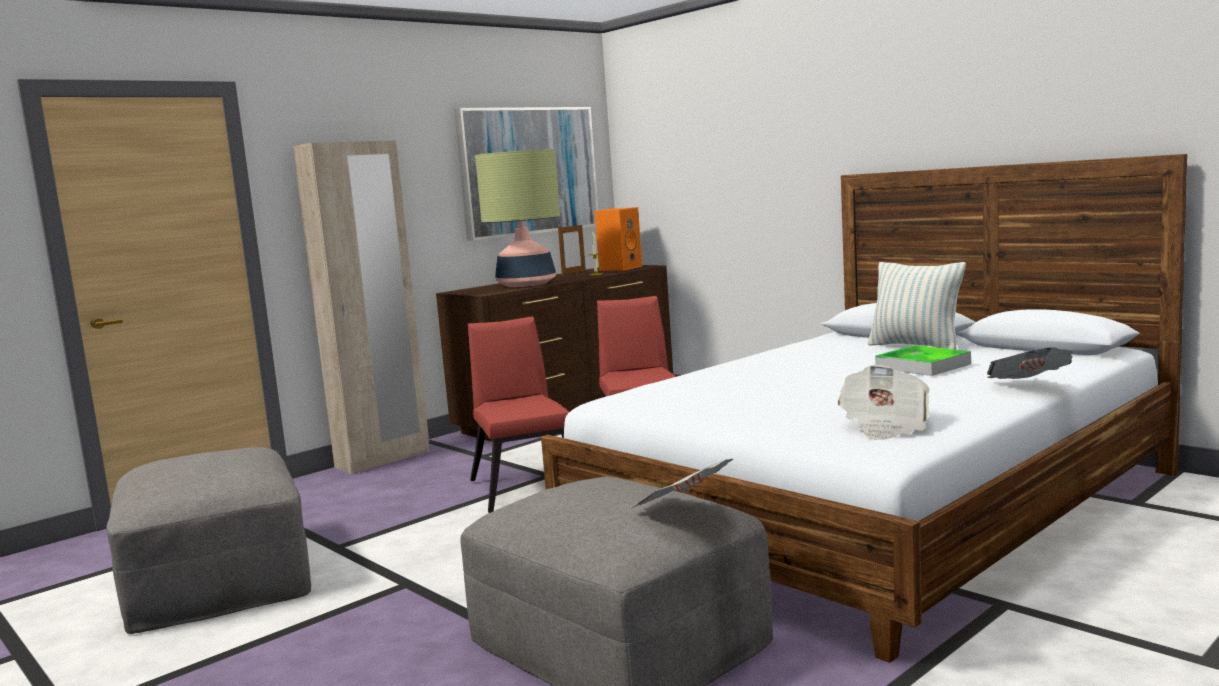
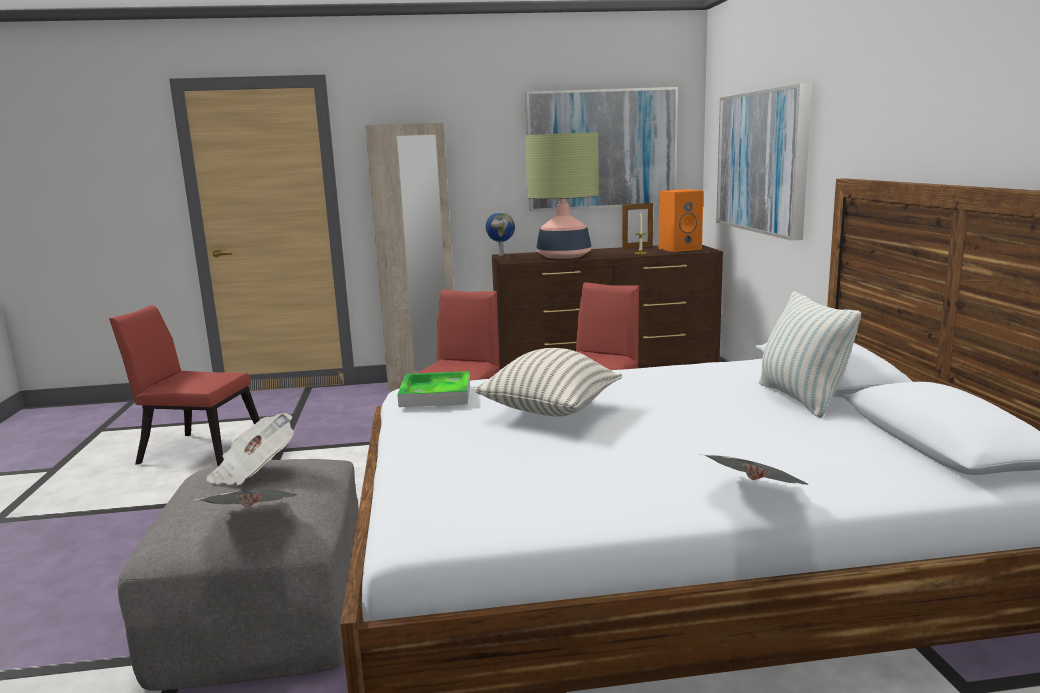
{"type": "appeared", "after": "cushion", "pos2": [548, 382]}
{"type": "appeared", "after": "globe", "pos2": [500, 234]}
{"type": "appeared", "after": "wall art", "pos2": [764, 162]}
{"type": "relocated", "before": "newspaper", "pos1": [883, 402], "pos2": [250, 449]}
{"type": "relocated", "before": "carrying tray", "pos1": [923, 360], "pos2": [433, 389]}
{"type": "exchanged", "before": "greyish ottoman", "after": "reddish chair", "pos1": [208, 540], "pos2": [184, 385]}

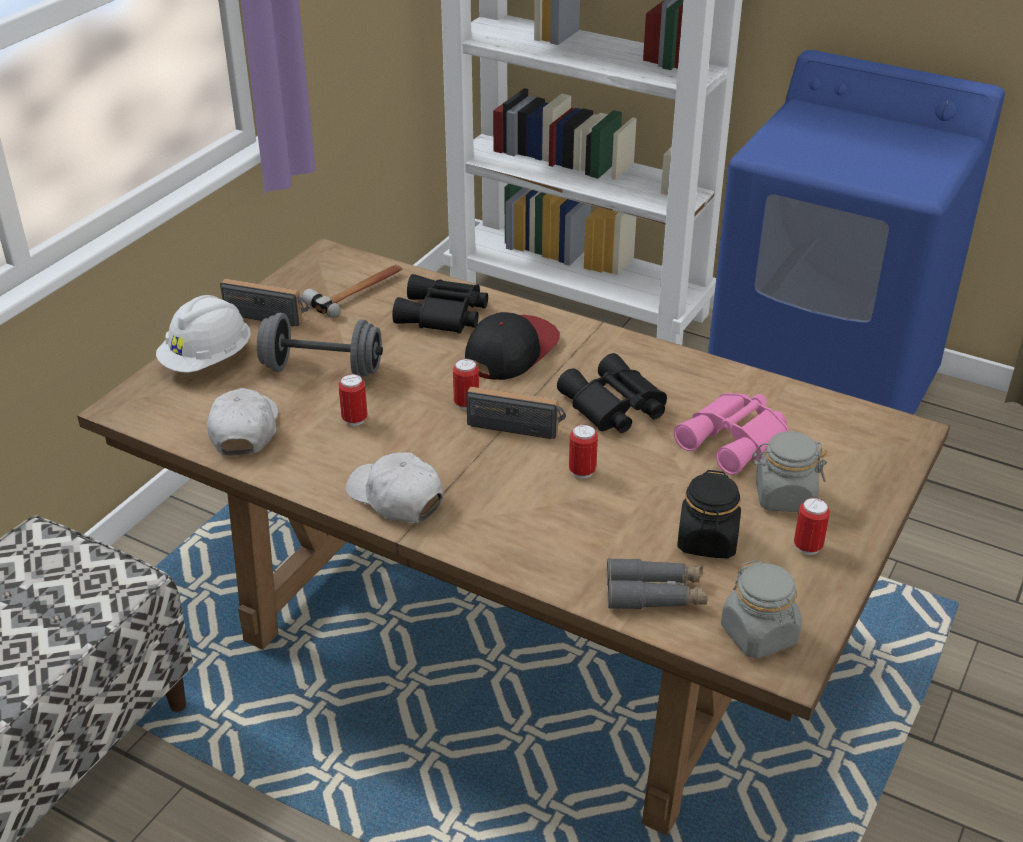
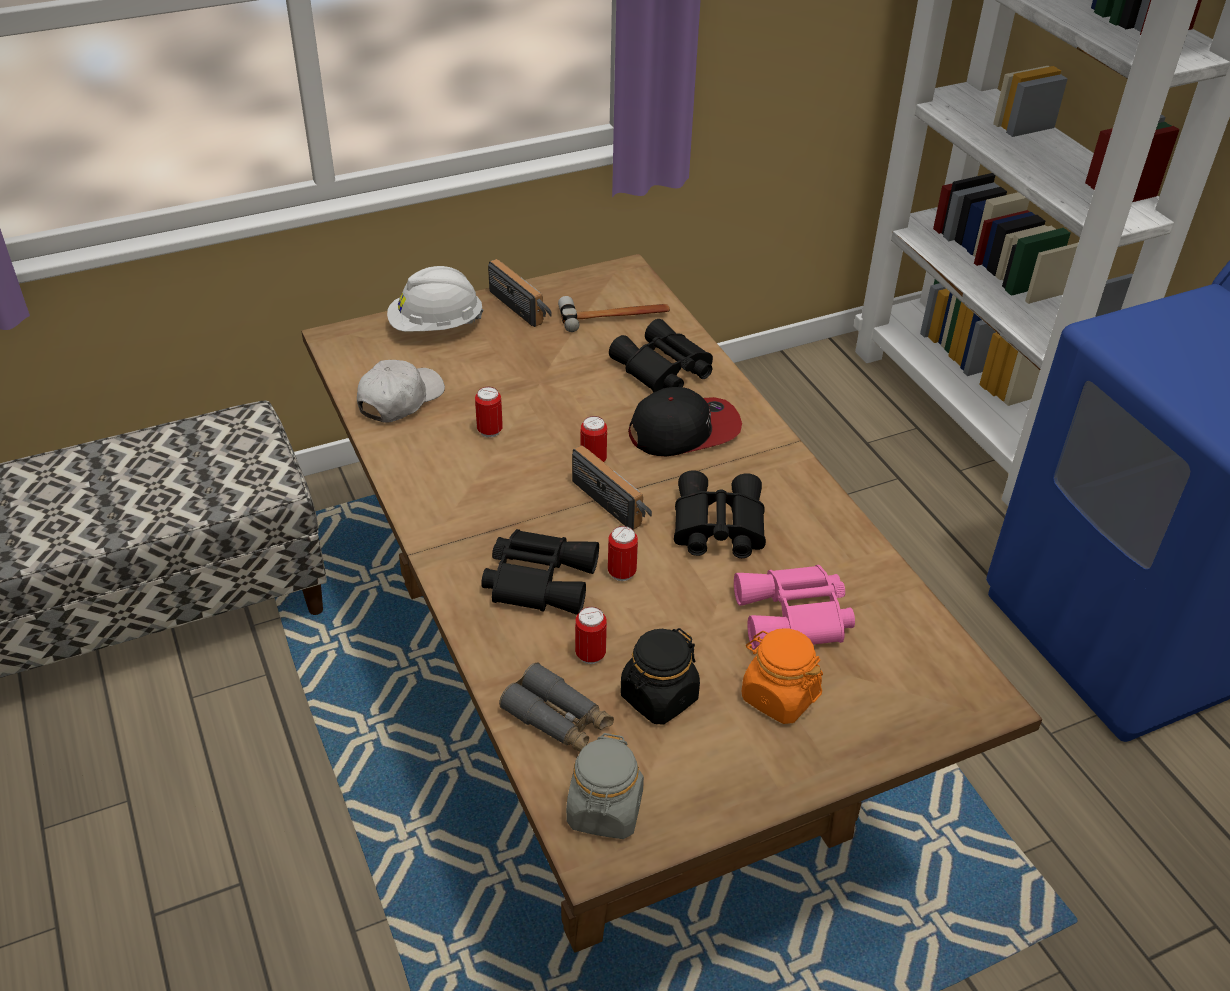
{"type": "missing", "before": "greyish dumbbell", "pos1": [320, 345]}
{"type": "missing", "before": "whitish baseball cap", "pos1": [394, 488]}
{"type": "appeared", "after": "black-coloured pair of binoculars", "pos2": [540, 572]}
{"type": "relocated", "before": "can", "pos1": [812, 526], "pos2": [591, 635]}
{"type": "colour", "before": "greyish jar", "after": "orange-coloured jar", "pos1": [789, 471], "pos2": [782, 676]}

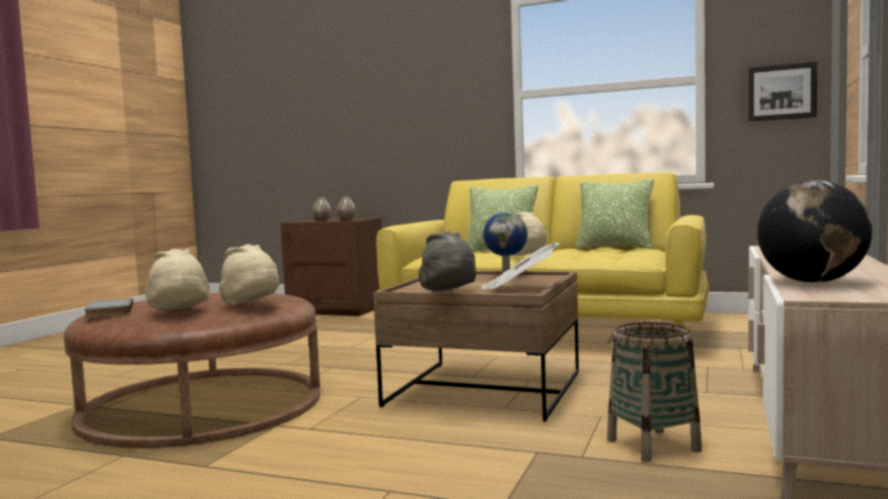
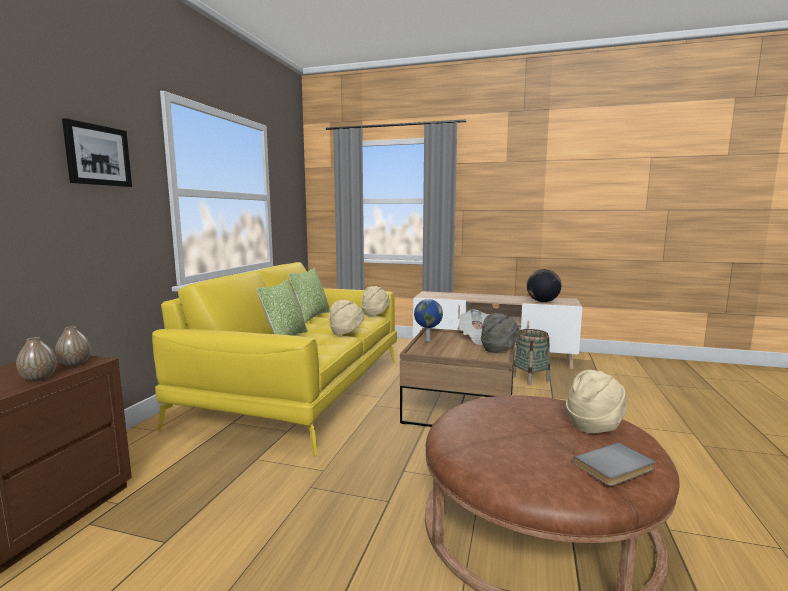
{"type": "relocated", "before": "beige-coloured hat", "pos1": [249, 274], "pos2": [376, 301]}
{"type": "relocated", "before": "wall art", "pos1": [782, 92], "pos2": [97, 152]}

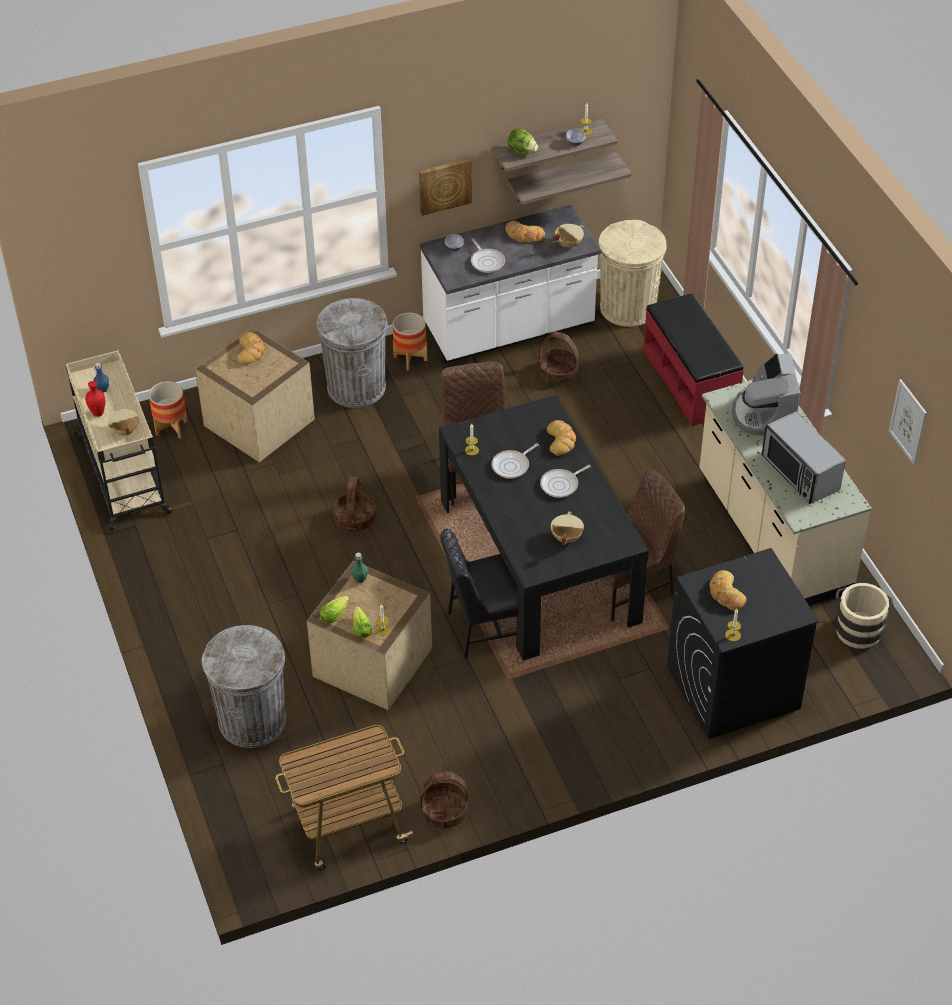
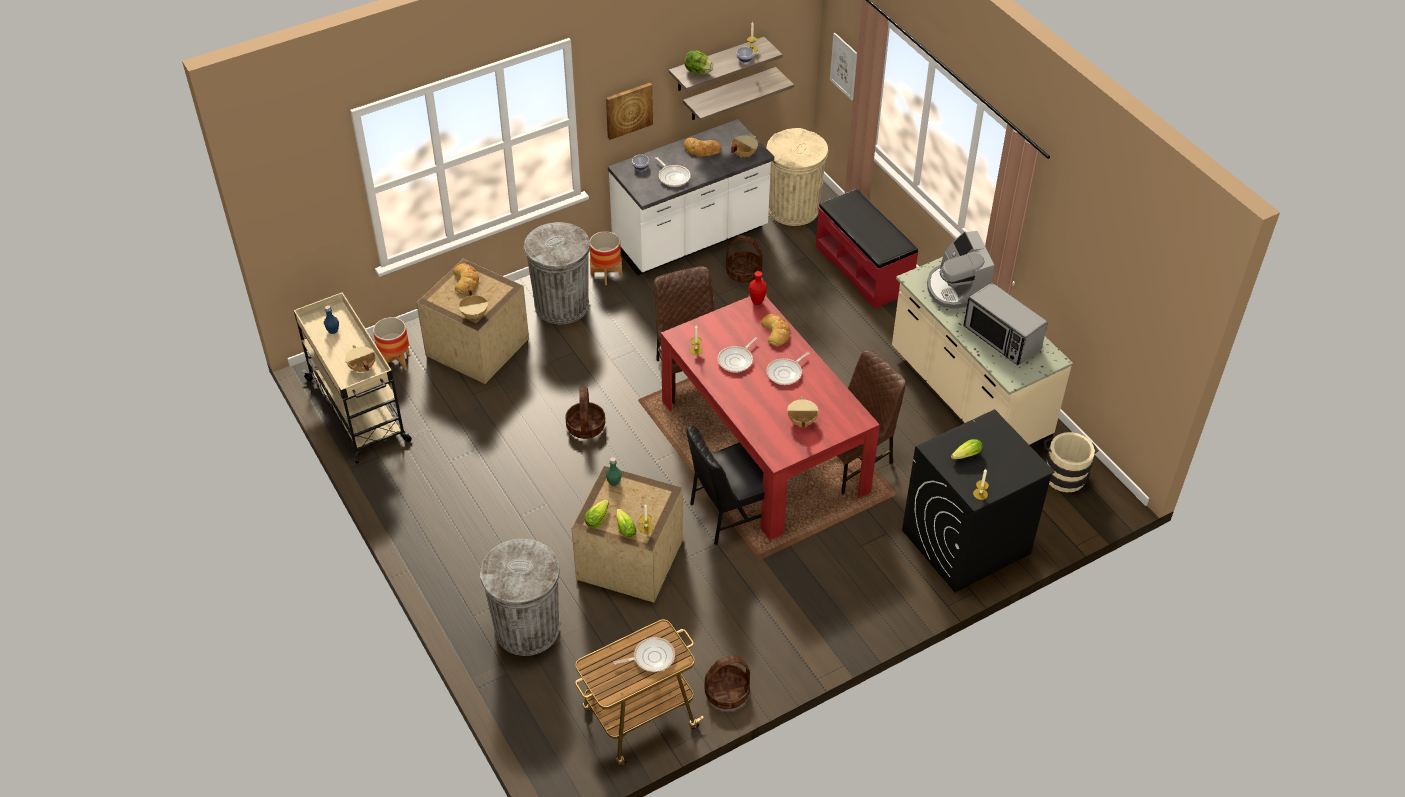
{"type": "appeared", "after": "beige-coloured saucepot", "pos2": [473, 303]}
{"type": "appeared", "after": "skillet", "pos2": [644, 654]}
{"type": "relocated", "before": "reddish decorative vase", "pos1": [95, 399], "pos2": [758, 288]}
{"type": "relocated", "before": "wall art", "pos1": [908, 422], "pos2": [843, 67]}
{"type": "exchanged", "before": "baked bread", "after": "lettuce head", "pos1": [727, 590], "pos2": [967, 449]}
{"type": "colour", "before": "black-coloured kitchen table", "after": "reddish kitchen table", "pos1": [544, 527], "pos2": [770, 417]}

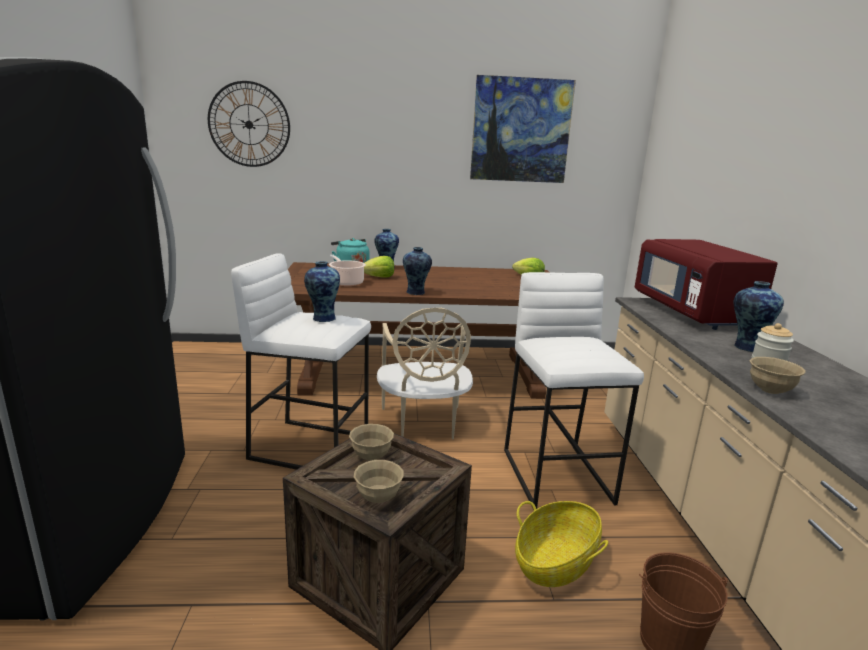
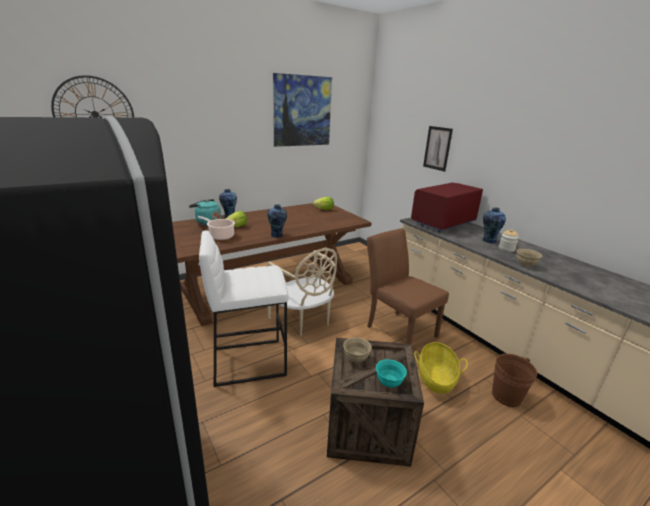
{"type": "missing", "before": "decorative vase", "pos1": [322, 291]}
{"type": "appeared", "after": "wall art", "pos2": [438, 149]}
{"type": "exchanged", "before": "whitish stool seat", "after": "brown-coloured chair", "pos1": [574, 391], "pos2": [408, 286]}
{"type": "colour", "before": "beige-coloured bowl", "after": "turquoise bowl", "pos1": [379, 481], "pos2": [391, 373]}
{"type": "spun", "before": "reddish microwave", "pos1": [706, 284], "pos2": [447, 208], "turn": 90}

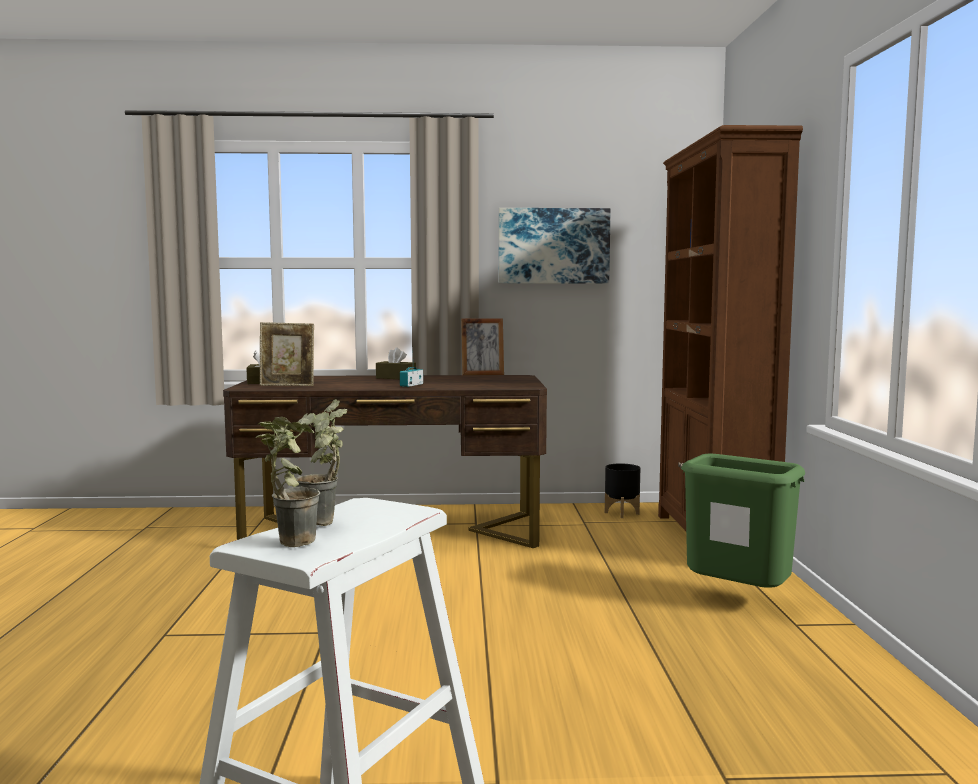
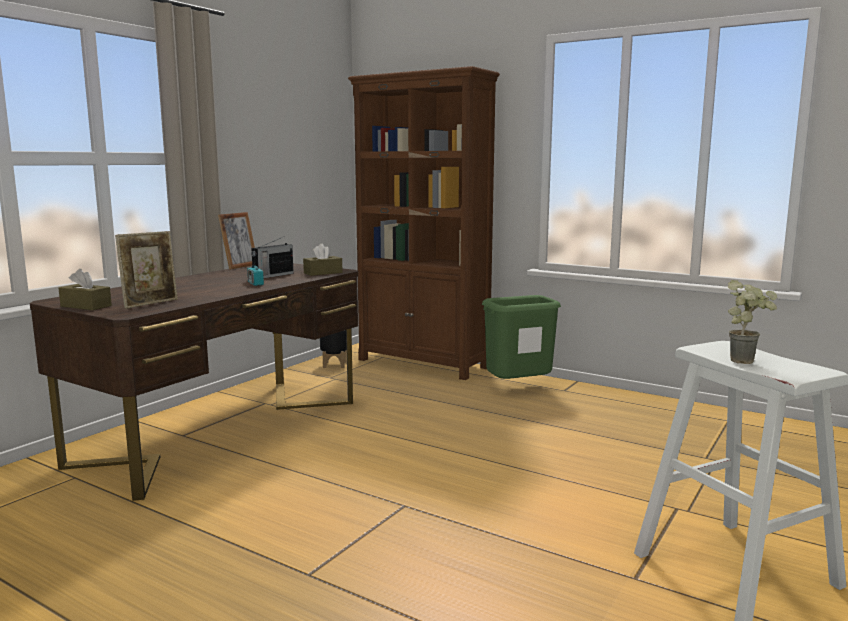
{"type": "missing", "before": "potted plant", "pos1": [288, 481]}
{"type": "missing", "before": "wall art", "pos1": [555, 245]}
{"type": "appeared", "after": "radio set", "pos2": [272, 257]}
{"type": "relocated", "before": "brown-coloured tissue holder", "pos1": [396, 363], "pos2": [323, 260]}

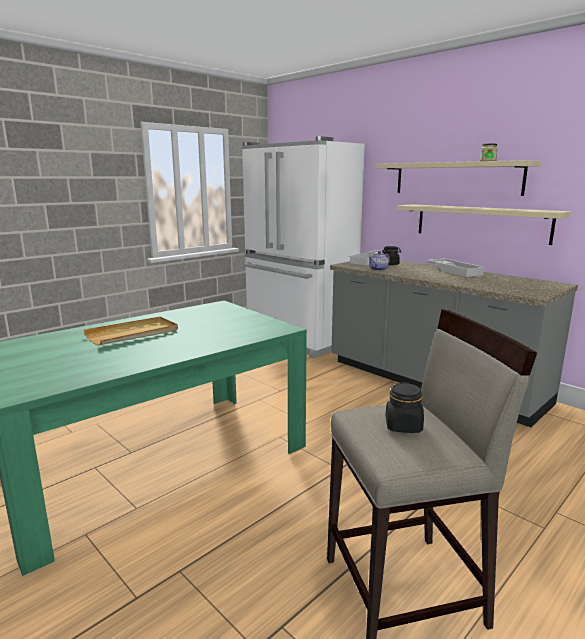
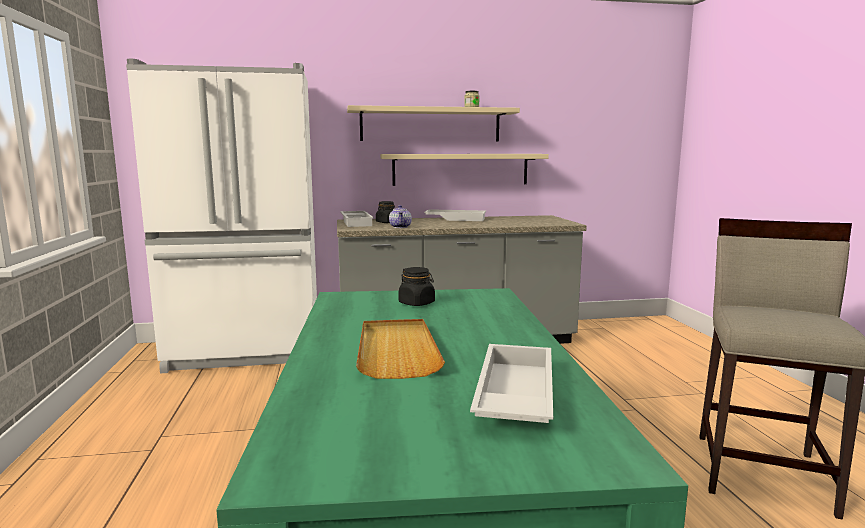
{"type": "appeared", "after": "whitish carrying tray", "pos2": [511, 383]}
{"type": "relocated", "before": "black-coloured jar", "pos1": [405, 407], "pos2": [416, 286]}

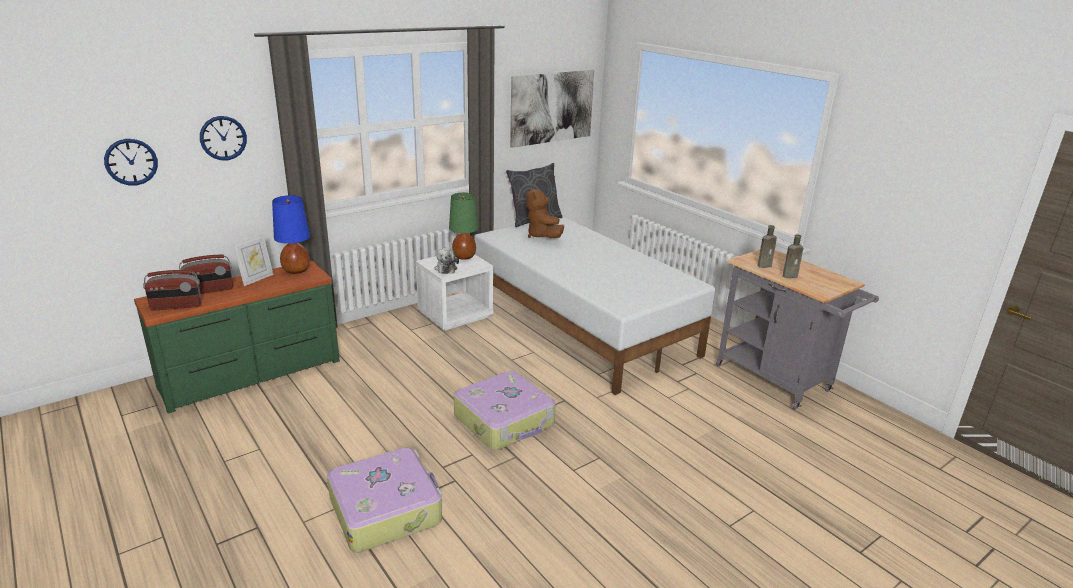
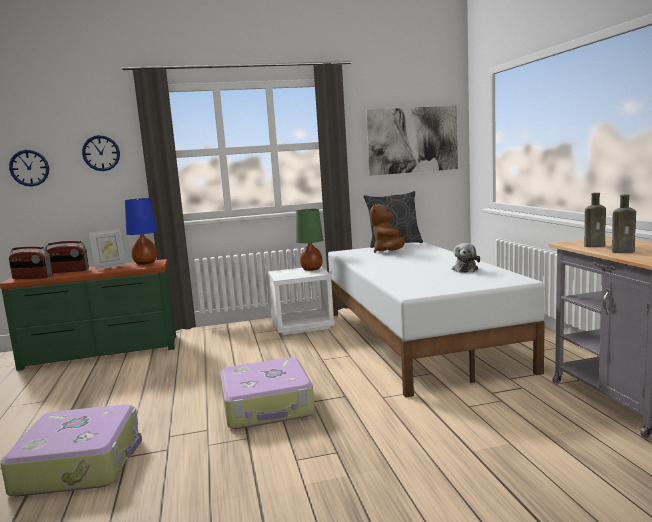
{"type": "relocated", "before": "soft toy", "pos1": [446, 261], "pos2": [466, 258]}

